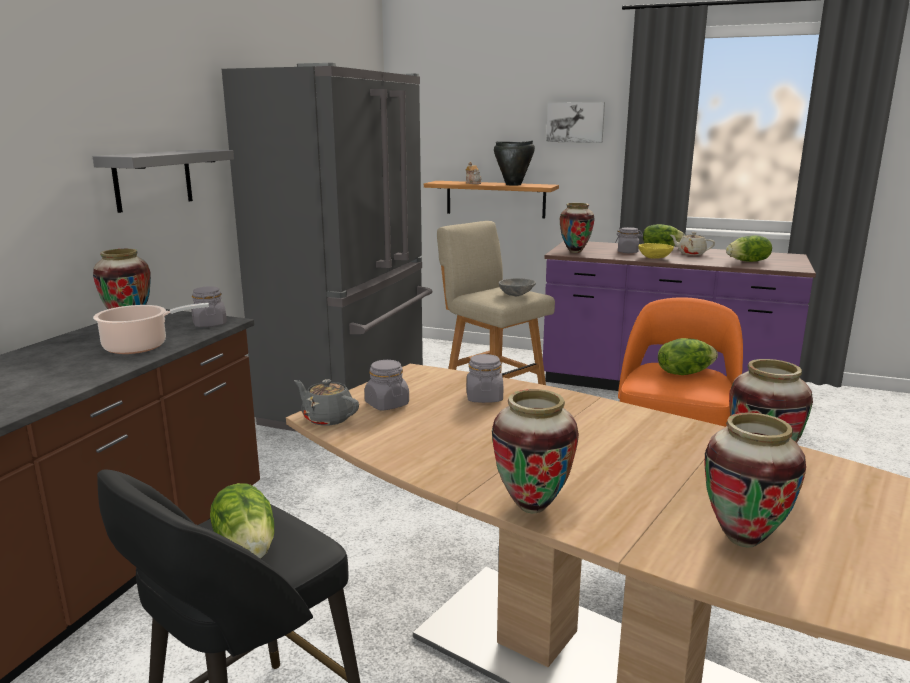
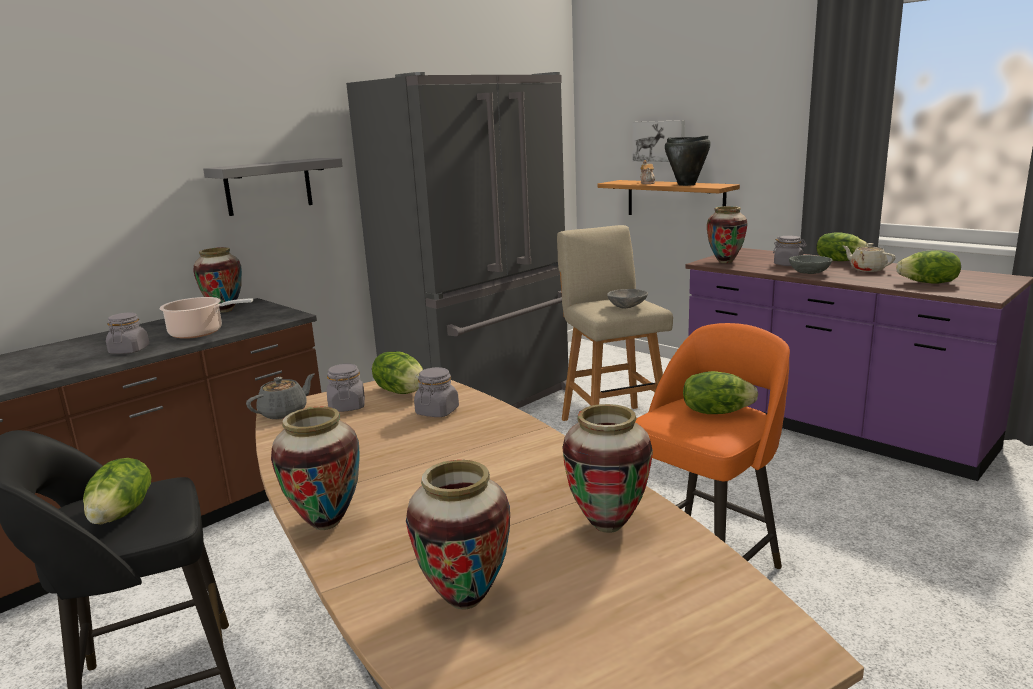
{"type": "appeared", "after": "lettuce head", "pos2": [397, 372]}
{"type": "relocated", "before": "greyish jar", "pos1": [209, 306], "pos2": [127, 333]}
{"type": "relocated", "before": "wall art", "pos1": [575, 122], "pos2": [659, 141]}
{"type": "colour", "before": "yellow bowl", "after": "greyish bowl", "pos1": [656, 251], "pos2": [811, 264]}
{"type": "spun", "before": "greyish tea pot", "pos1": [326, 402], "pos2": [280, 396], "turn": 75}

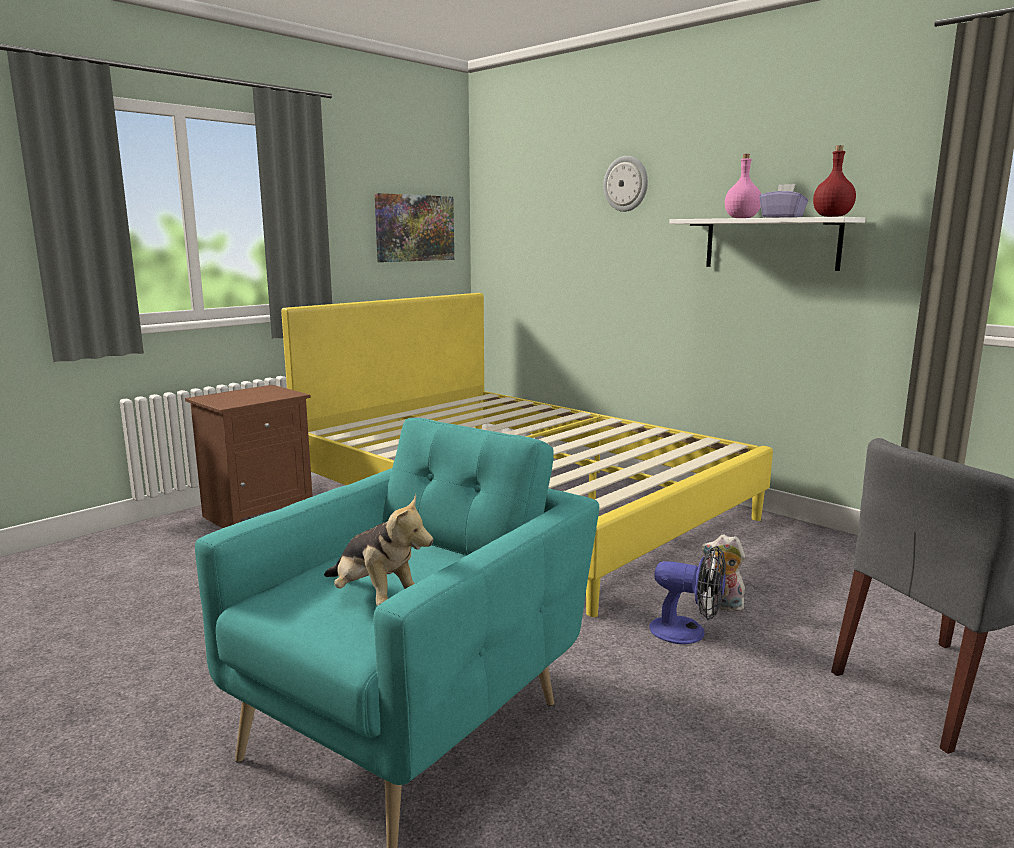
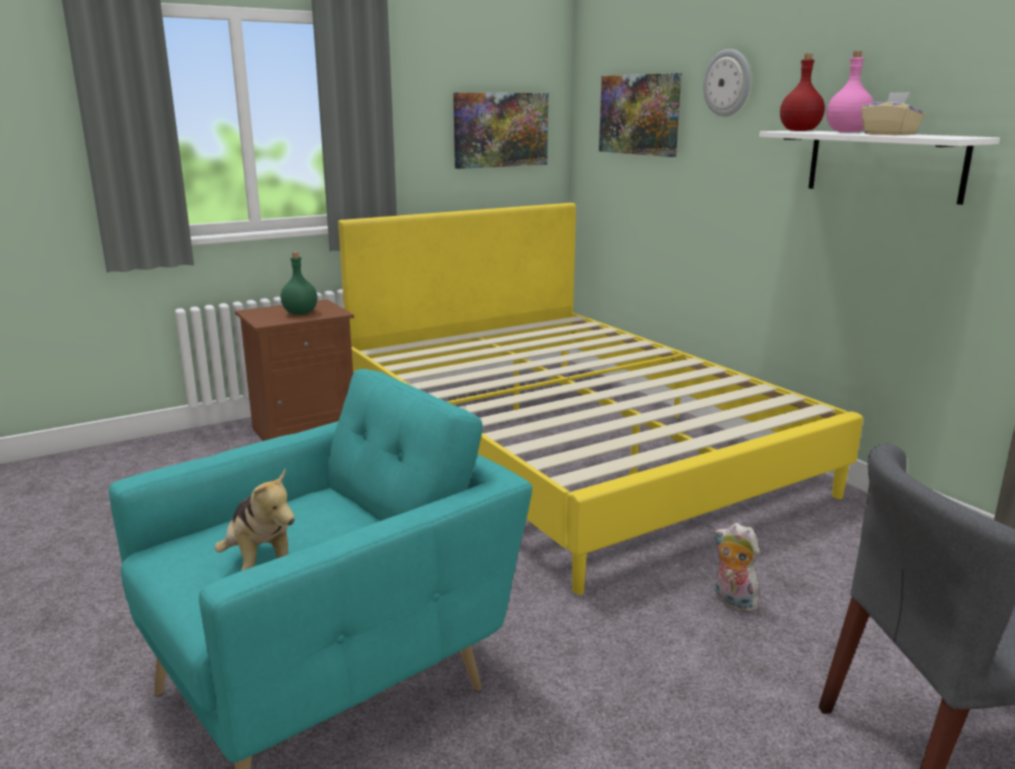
{"type": "missing", "before": "cooling fan", "pos1": [687, 595]}
{"type": "appeared", "after": "green-coloured beverage bottle", "pos2": [299, 283]}
{"type": "appeared", "after": "wall art", "pos2": [640, 115]}
{"type": "relocated", "before": "reddish beverage bottle", "pos1": [834, 181], "pos2": [802, 92]}
{"type": "colour", "before": "purple tissue holder", "after": "beige-coloured tissue holder", "pos1": [783, 201], "pos2": [893, 113]}

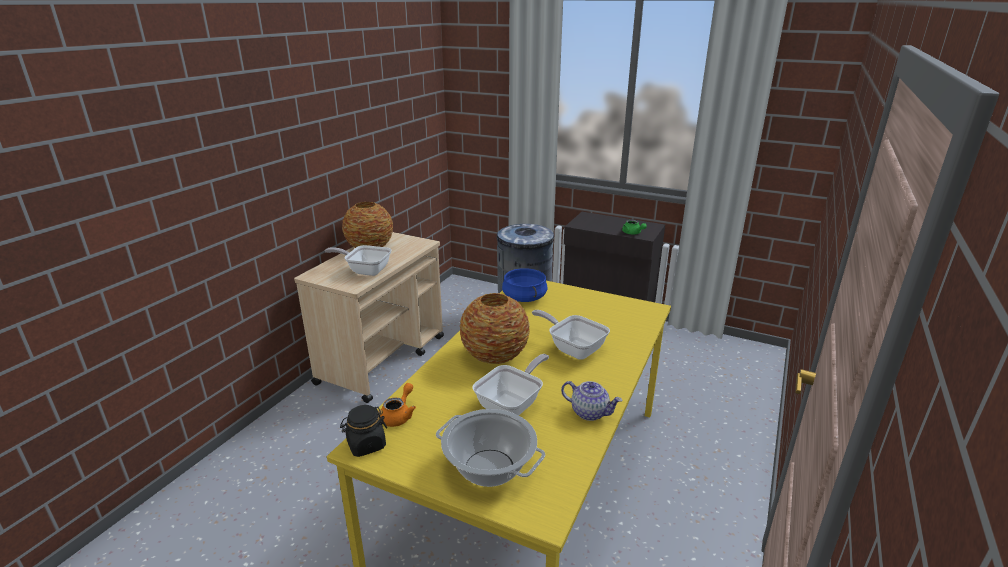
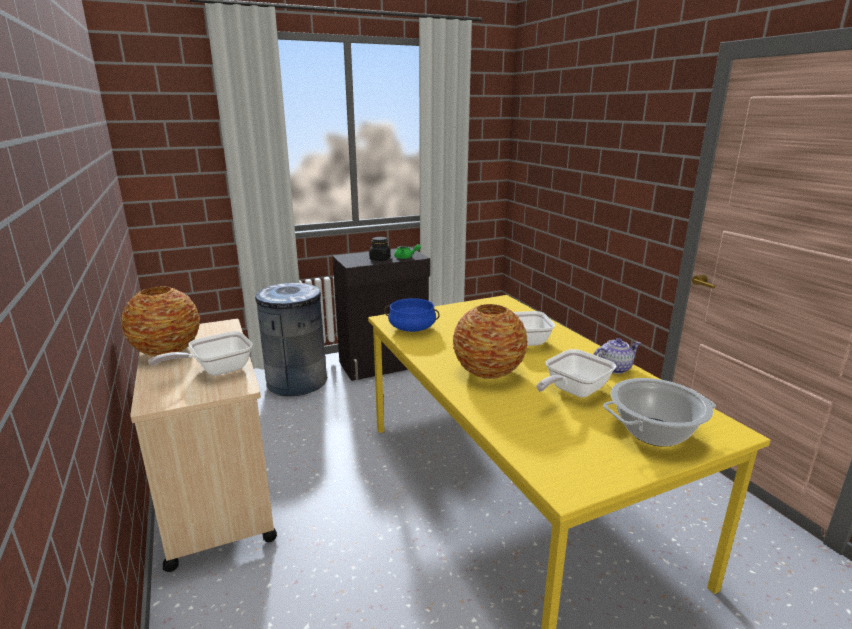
{"type": "missing", "before": "orange-coloured tea pot", "pos1": [398, 405]}
{"type": "relocated", "before": "black-coloured jar", "pos1": [363, 431], "pos2": [380, 249]}
{"type": "spun", "before": "skillet", "pos1": [510, 384], "pos2": [576, 373], "turn": -120}

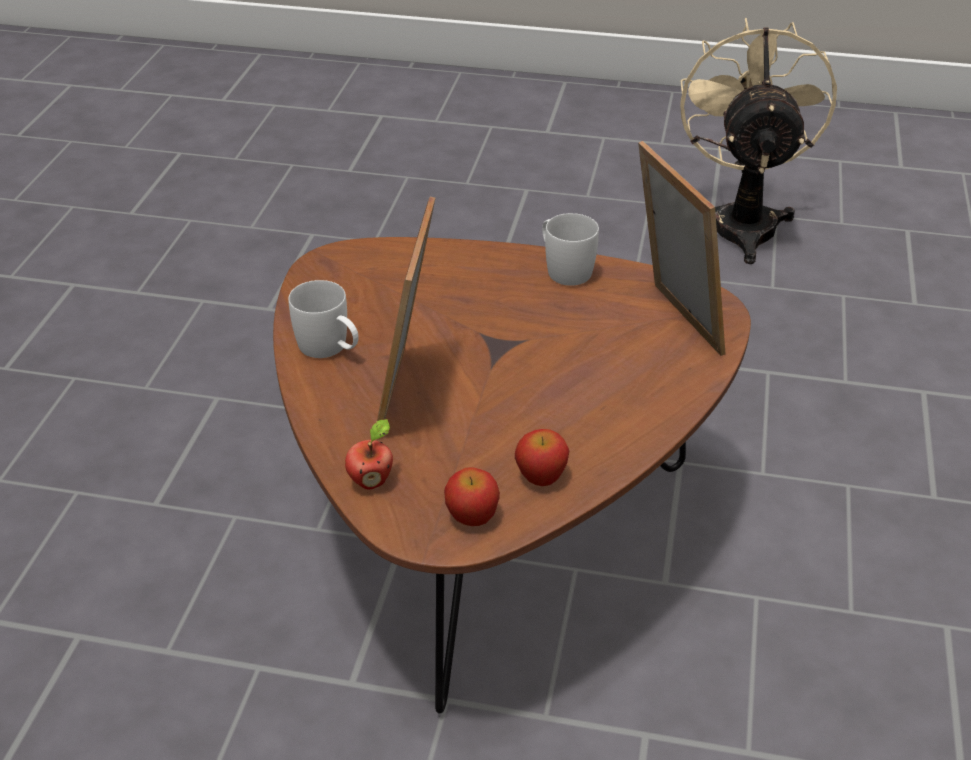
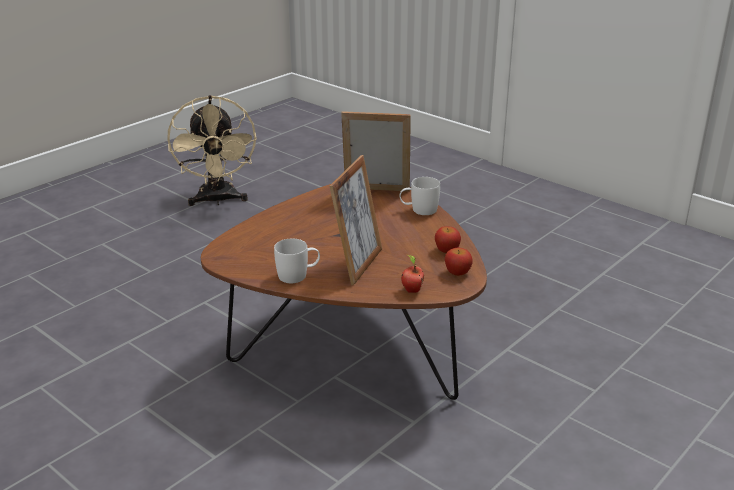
{"type": "relocated", "before": "whitish tea mug", "pos1": [570, 249], "pos2": [420, 196]}
{"type": "spun", "before": "picture frame", "pos1": [406, 317], "pos2": [355, 220], "turn": -105}
{"type": "spun", "before": "beige-coloured cooling fan", "pos1": [758, 141], "pos2": [212, 150], "turn": -135}

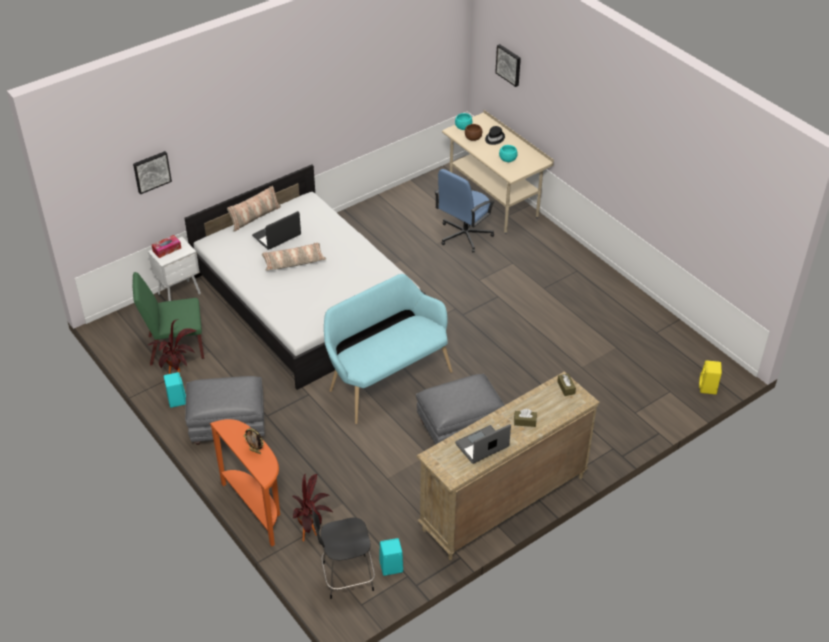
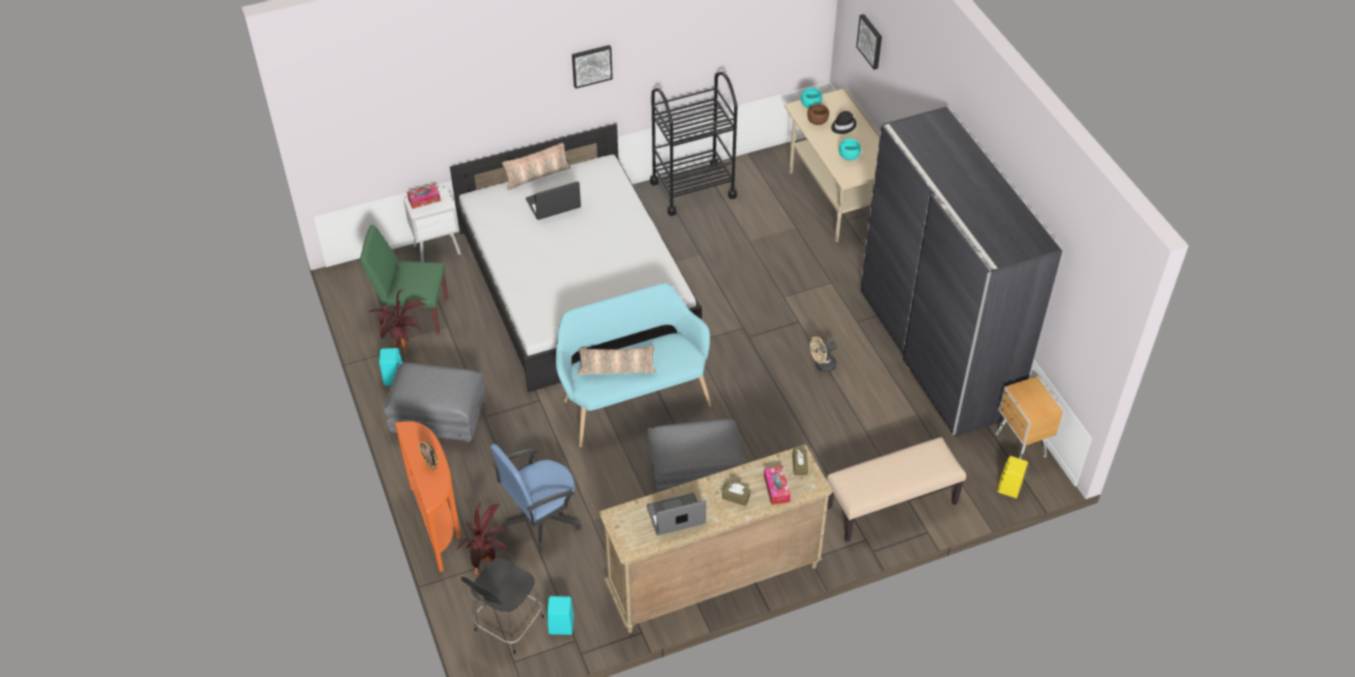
{"type": "appeared", "after": "black-coloured cart", "pos2": [693, 144]}
{"type": "appeared", "after": "tissue holder", "pos2": [777, 485]}
{"type": "appeared", "after": "beige-coloured cooling fan", "pos2": [823, 354]}
{"type": "appeared", "after": "beige-coloured long seat", "pos2": [896, 489]}
{"type": "appeared", "after": "greyish wardrobe", "pos2": [961, 271]}
{"type": "appeared", "after": "brown-coloured night table", "pos2": [1029, 417]}
{"type": "relocated", "before": "wall art", "pos1": [152, 172], "pos2": [592, 67]}
{"type": "relocated", "before": "cushion", "pos1": [294, 256], "pos2": [616, 360]}
{"type": "relocated", "before": "bluish office chair", "pos1": [465, 210], "pos2": [535, 498]}
{"type": "spun", "before": "black-coloured chair", "pos1": [343, 553], "pos2": [502, 606], "turn": -60}

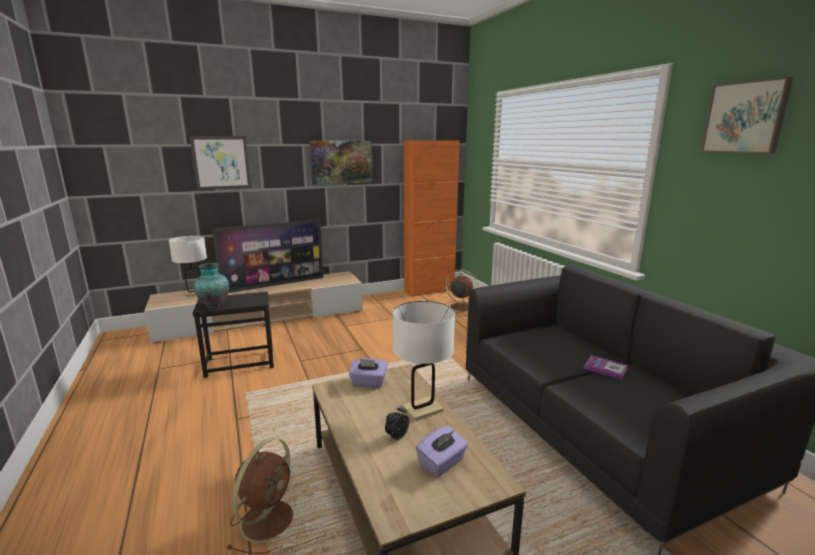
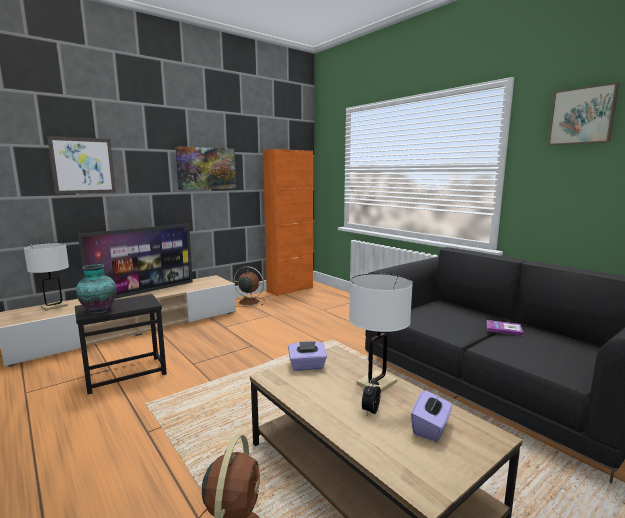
{"type": "relocated", "before": "brown-coloured cooling fan", "pos1": [461, 291], "pos2": [249, 287]}

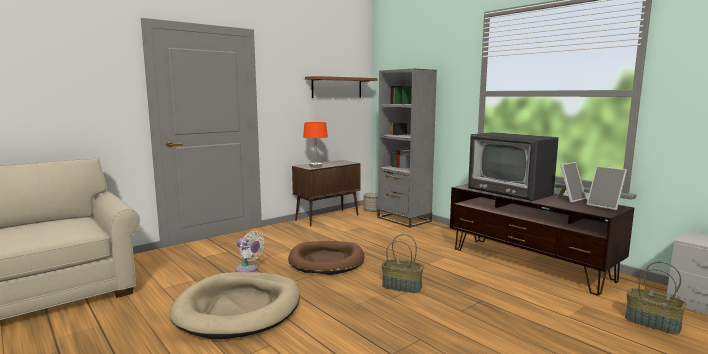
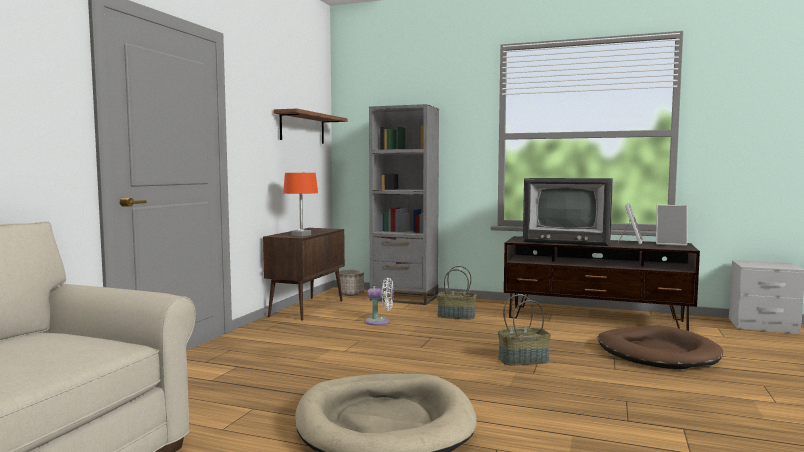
{"type": "relocated", "before": "whitish cooling fan", "pos1": [250, 251], "pos2": [379, 301]}
{"type": "relocated", "before": "brown-coloured pet bed", "pos1": [326, 258], "pos2": [660, 347]}
{"type": "relocated", "before": "basket", "pos1": [656, 298], "pos2": [456, 292]}

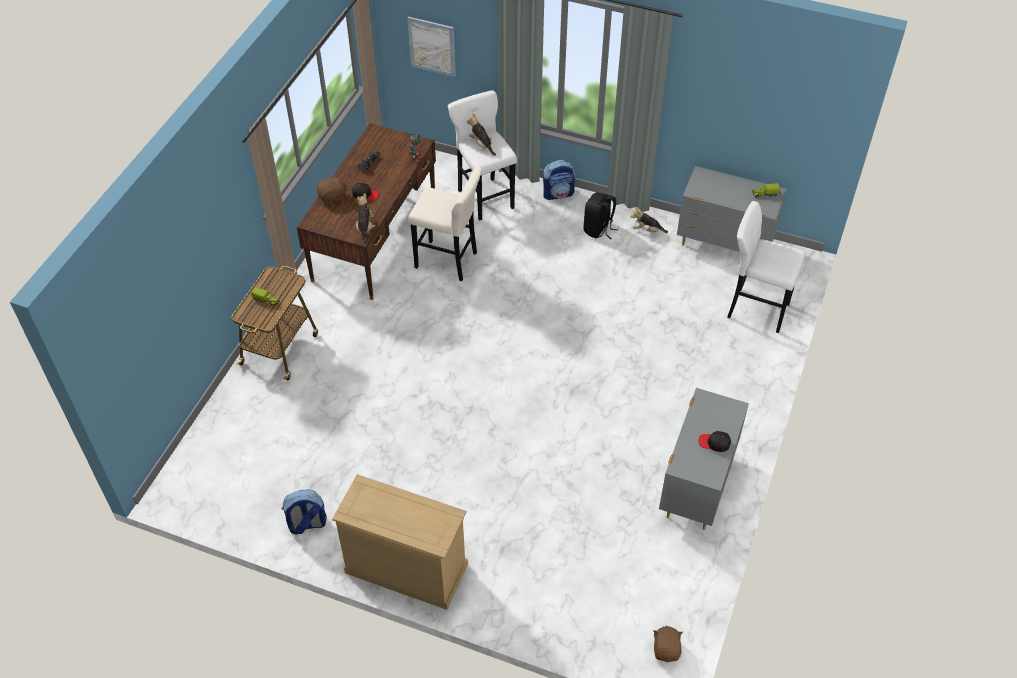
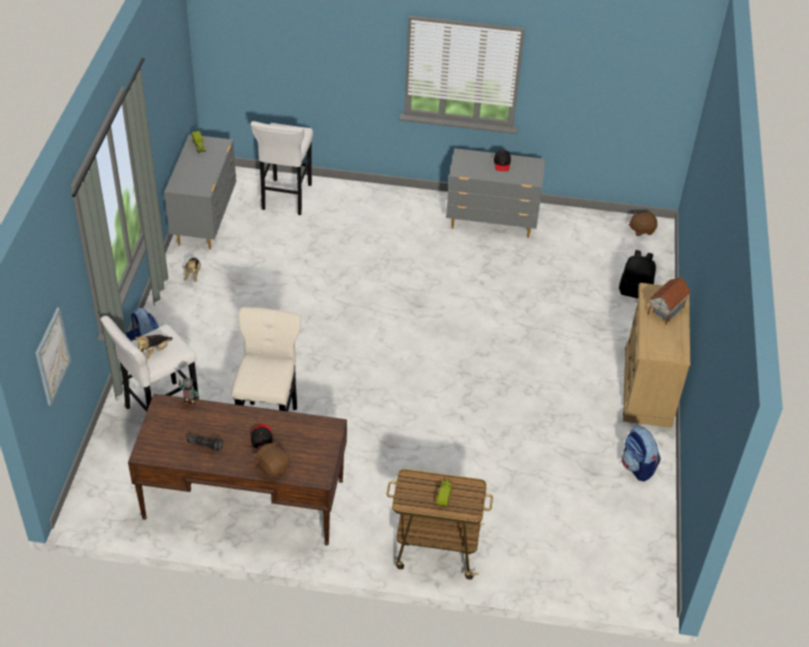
{"type": "missing", "before": "soft toy", "pos1": [365, 218]}
{"type": "appeared", "after": "toy house", "pos2": [669, 300]}
{"type": "relocated", "before": "black-coloured rucksack", "pos1": [601, 215], "pos2": [637, 274]}

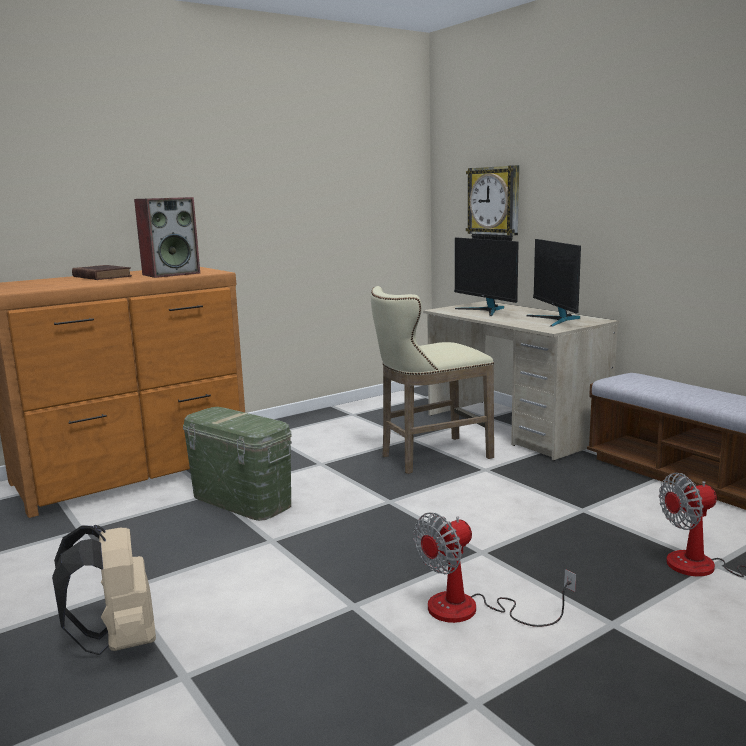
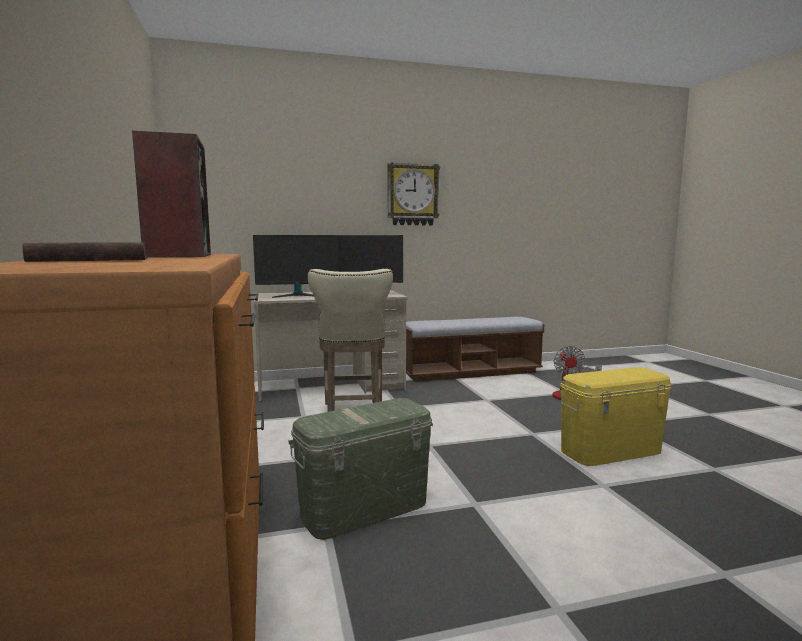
{"type": "missing", "before": "beige-coloured rucksack", "pos1": [104, 590]}
{"type": "relocated", "before": "hanging clock", "pos1": [492, 203], "pos2": [413, 194]}
{"type": "exchanged", "before": "cooling fan", "after": "yellow storage bin", "pos1": [494, 569], "pos2": [615, 416]}

